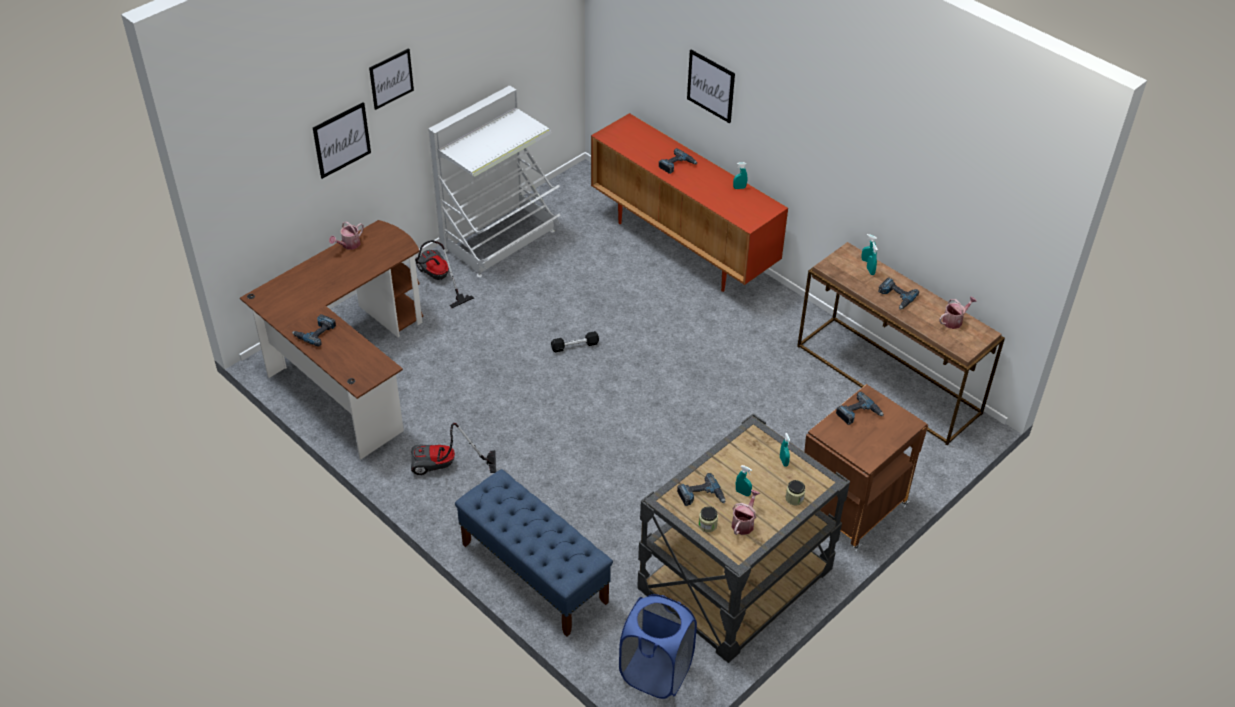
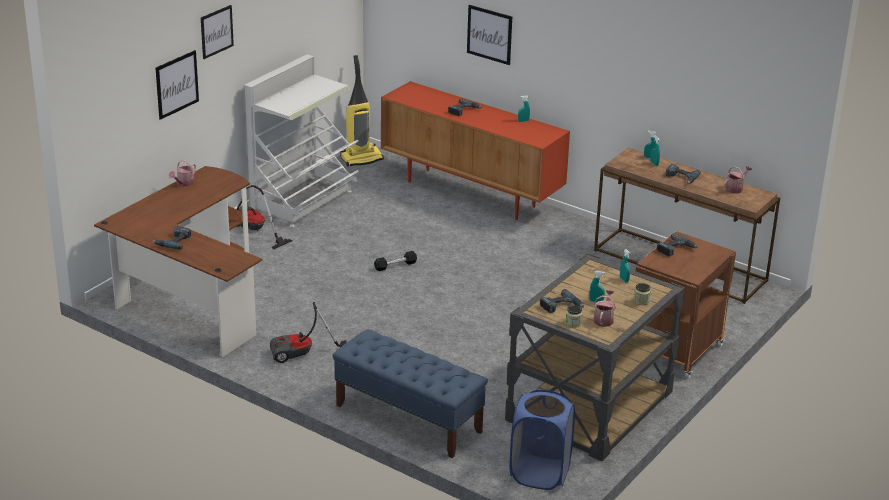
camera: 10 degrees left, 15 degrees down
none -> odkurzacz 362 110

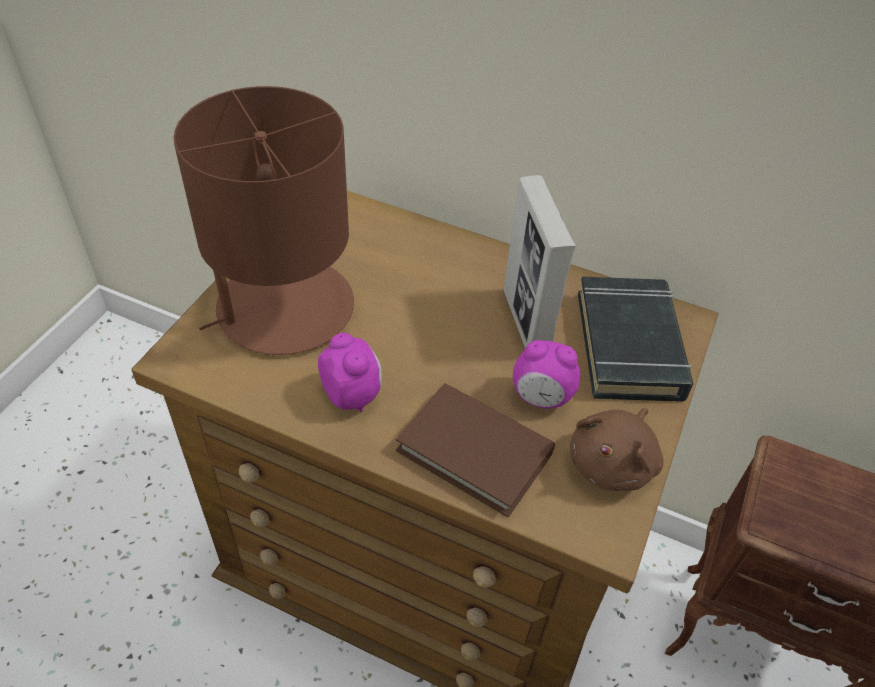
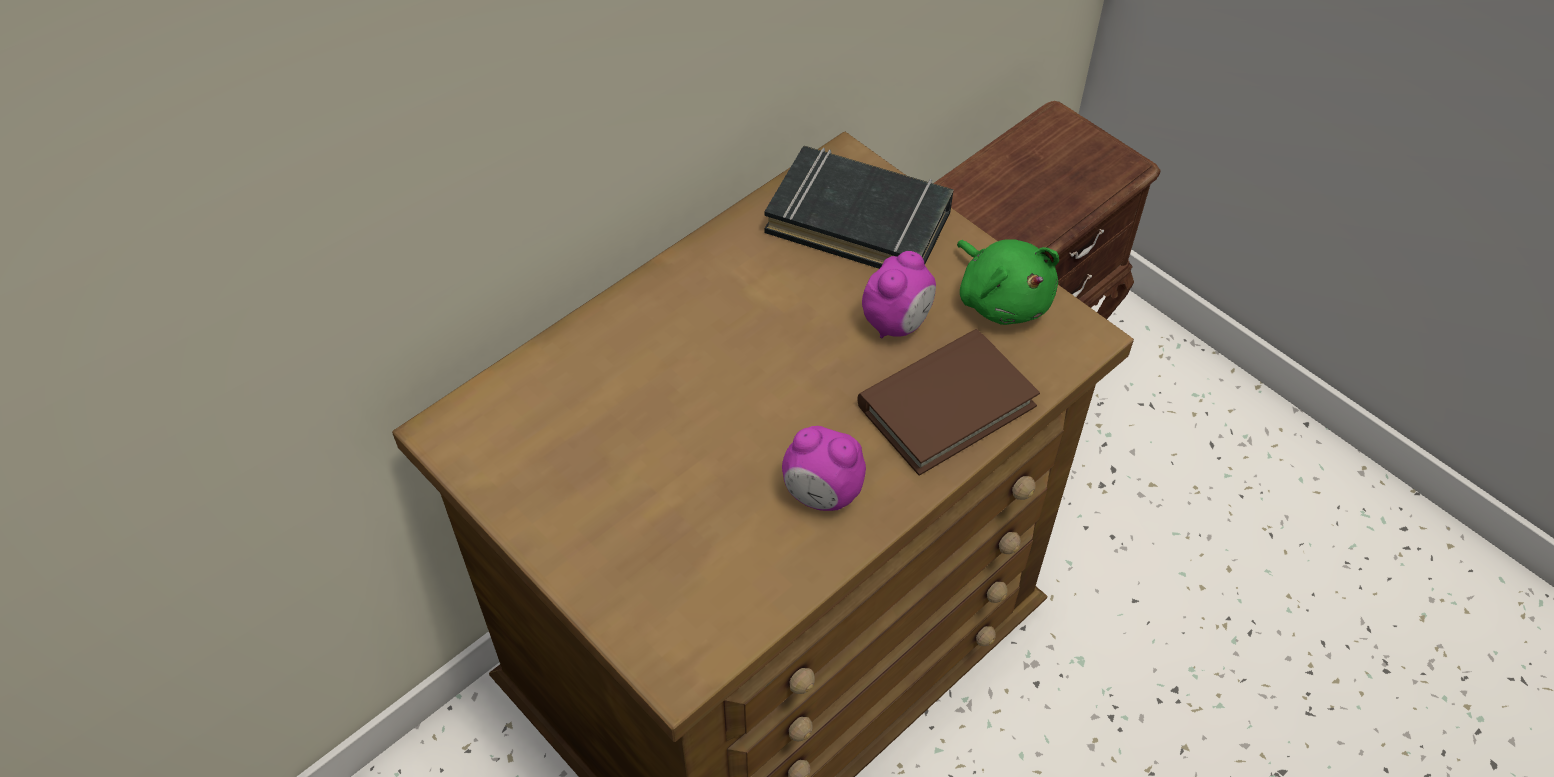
camera: 65 degrees left, 5 degrees up
budzik 350 372 -> budzik 824 468, 150 degrees counterclockwise
pluszak [brązowy] 616 449 -> pluszak [zielony] 1008 282
lampa stołowa [brązowy] 264 220 -> none
ramka na zdjęcie 540 261 -> none

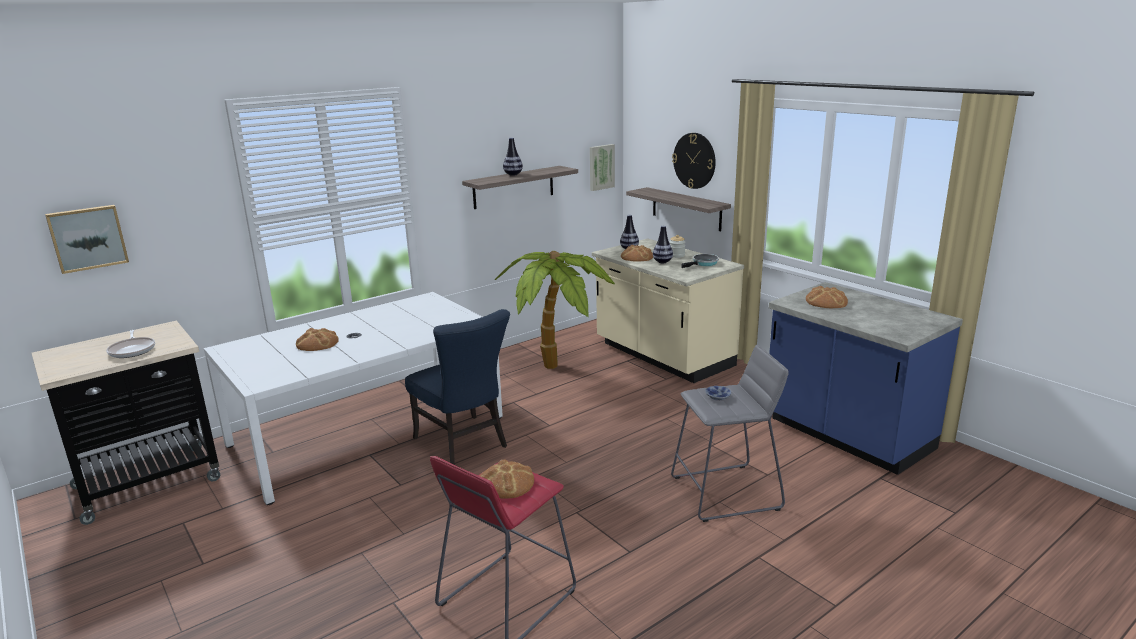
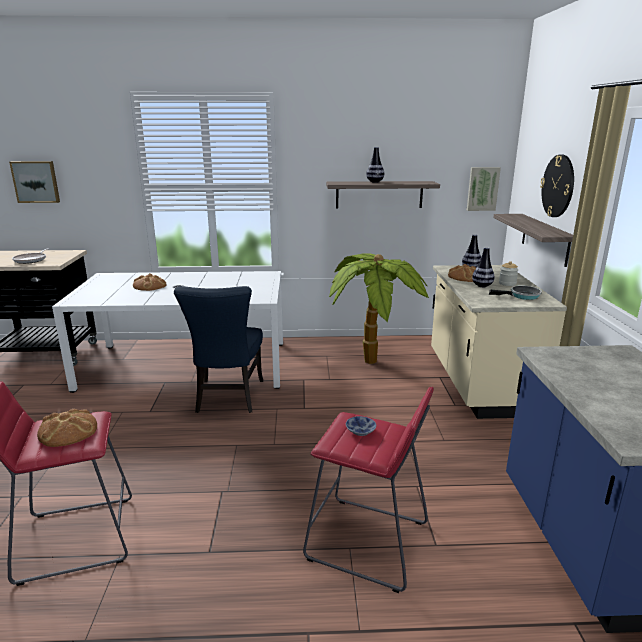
camera: 35 degrees right, 0 degrees up
stołek [szary] 730 433 -> stołek [czerwony] 368 490
chleb 827 297 -> none

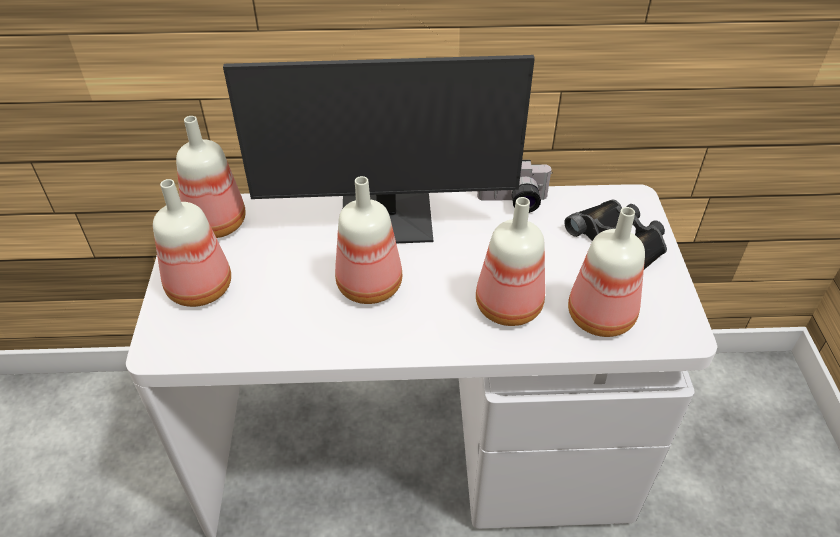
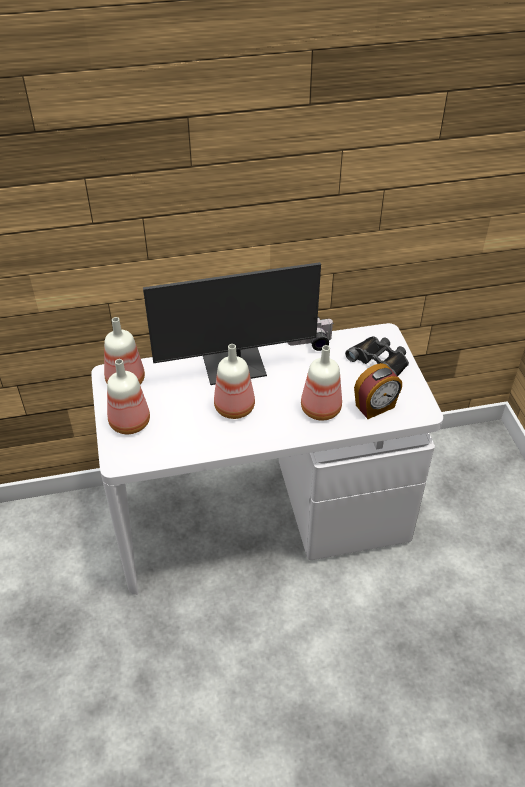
camera: 10 degrees left, 0 degrees up
butelka 606 272 -> budzik 378 391

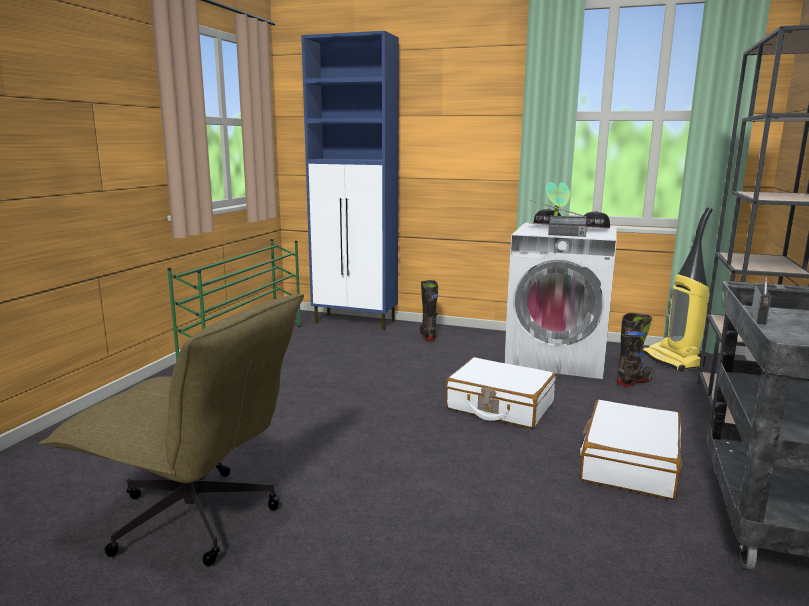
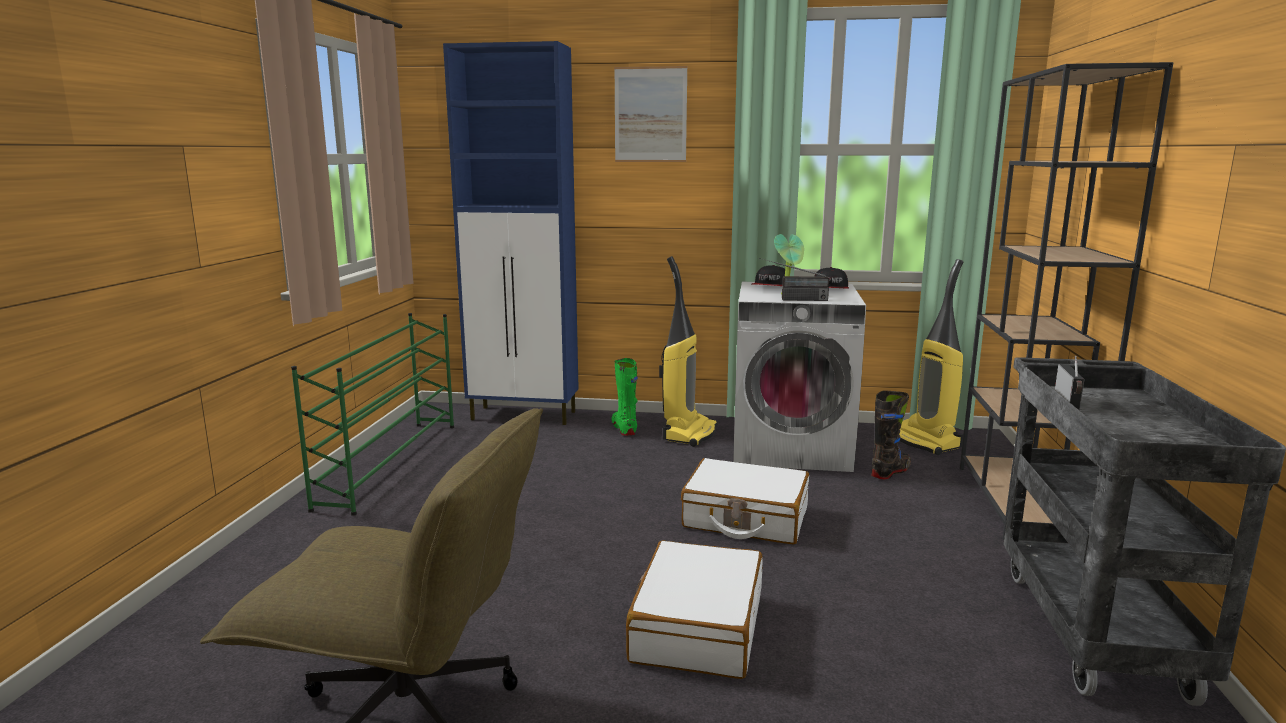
camera: 10 degrees left, 0 degrees up
but z cholewką [czarny] 428 310 -> but z cholewką [zielony] 624 397
none -> obraz 650 114
walizka [biały] 630 449 -> walizka [biały] 694 609, move
none -> odkurzacz 688 351

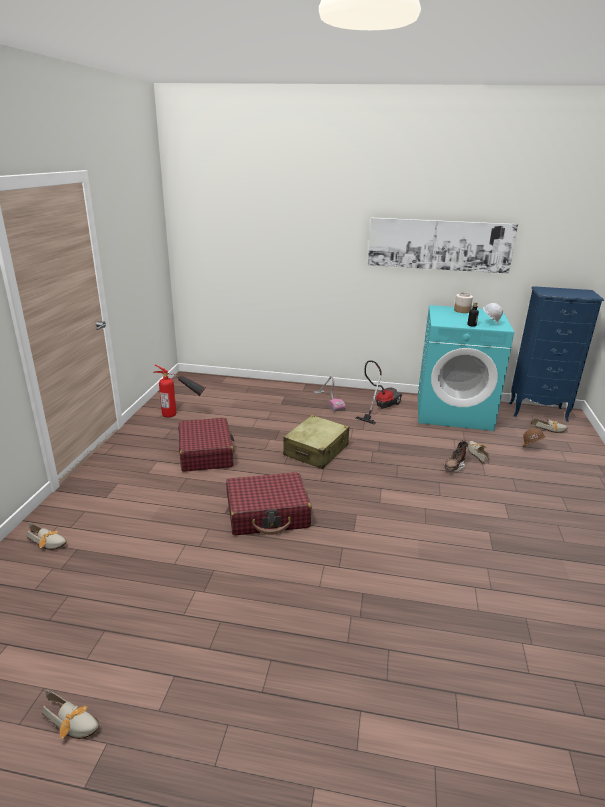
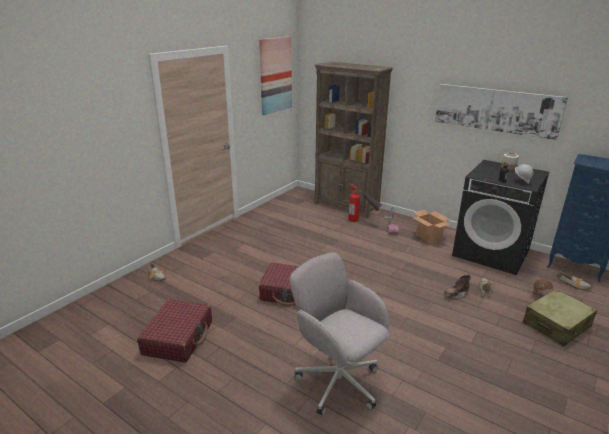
camera: 25 degrees right, 0 degrees up
walizka [czerwony] 206 444 -> walizka [czerwony] 174 331, move
none -> obraz 275 75
none -> krzesło biurowe [szary] 340 333
none -> regał [brązowy] 353 140
gaśnica 179 391 -> gaśnica 365 202, move
odkurzacz 379 392 -> karton 431 227
pralka [turkusowy] 466 368 -> pralka [czarny] 500 217
walizka [beżowy] 316 442 -> walizka [beżowy] 560 317, move
but 70 714 -> none

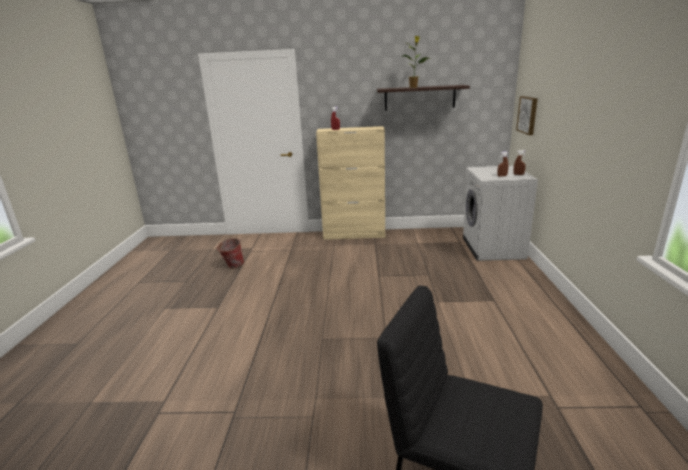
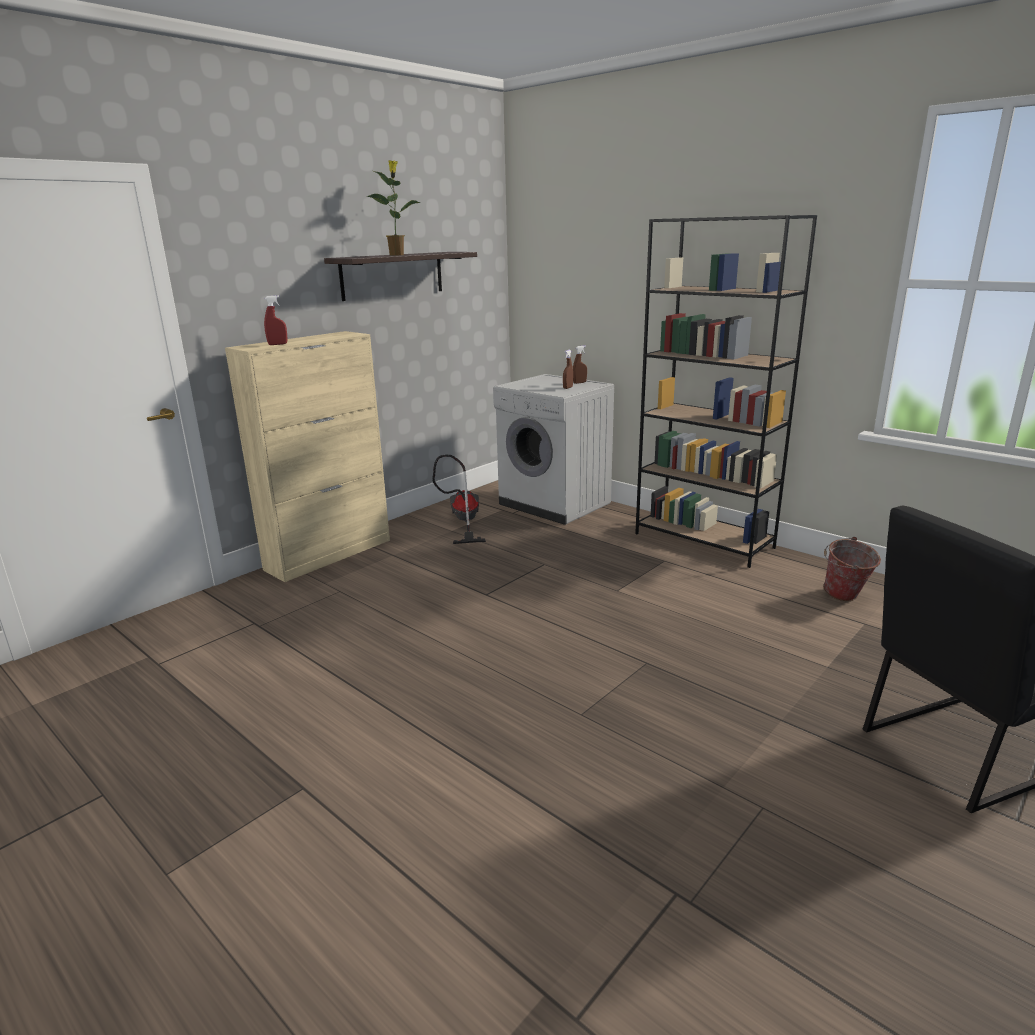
camera: 50 degrees left, 0 degrees up
none -> odkurzacz 459 499
none -> regał [beżowy] 726 391
wiadro 230 253 -> wiadro 852 569, move
obraz 527 115 -> none

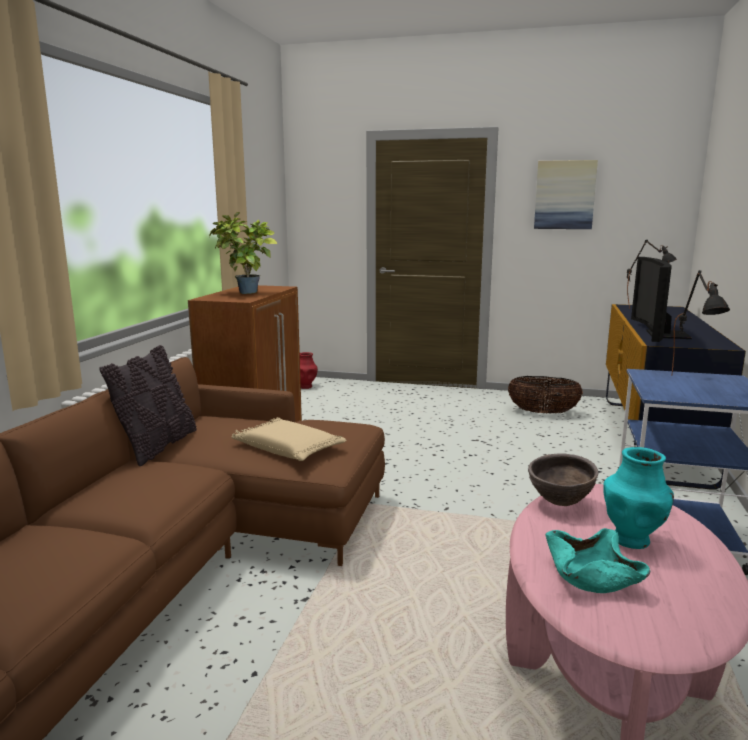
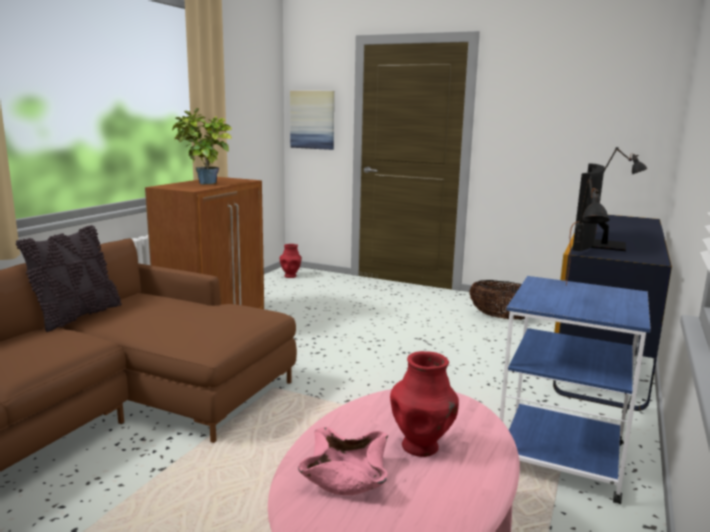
camera: 10 degrees right, 0 degrees up
obraz 566 194 -> obraz 312 120, move
miska [turkusowy] 597 560 -> miska [różowy] 343 461
wazon [turkusowy] 638 498 -> wazon [czerwony] 424 404
poduszka [beżowy] 288 439 -> none
miska [brązowy] 563 480 -> none

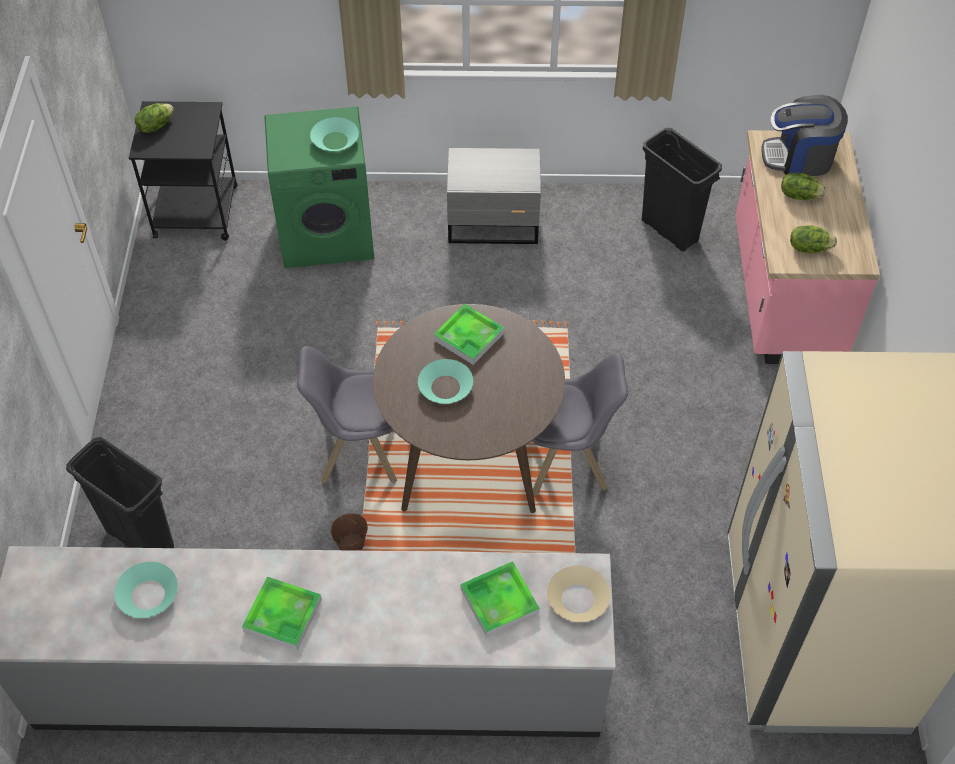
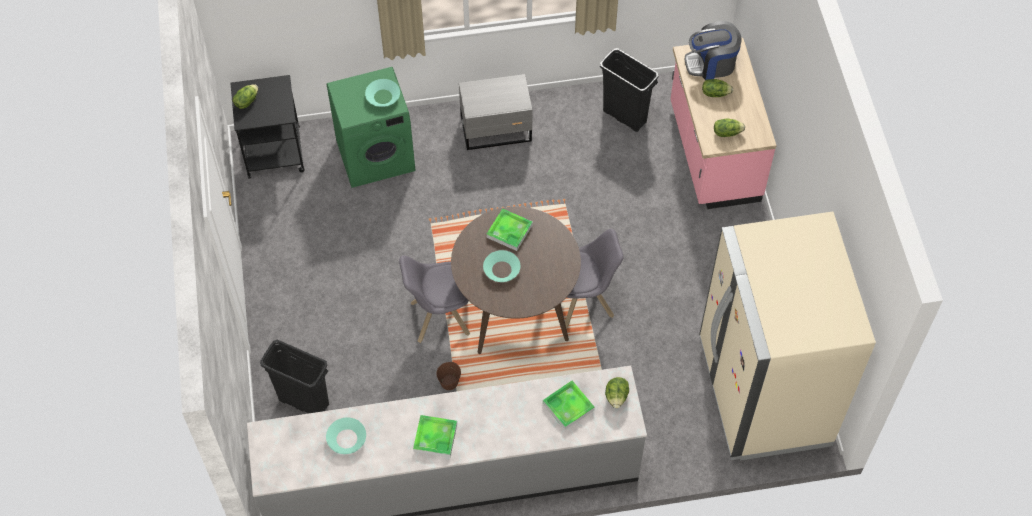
camera: 10 degrees left, 5 degrees up
miska [beżowy] 578 594 -> sałata 617 392

